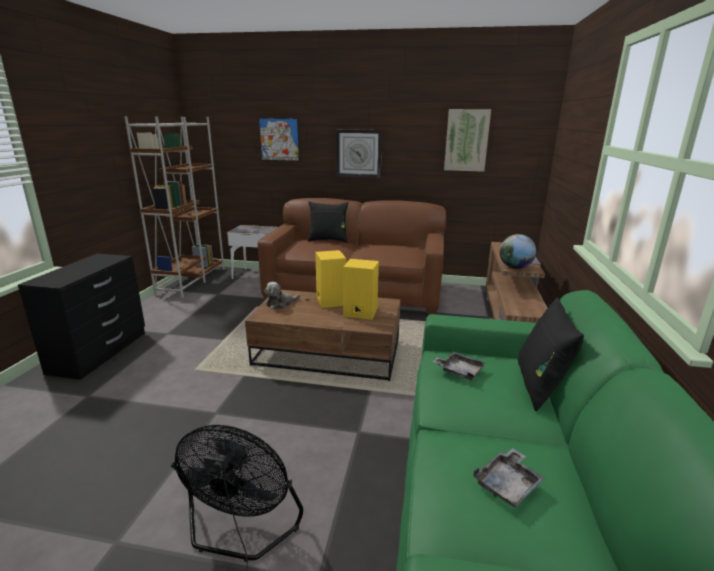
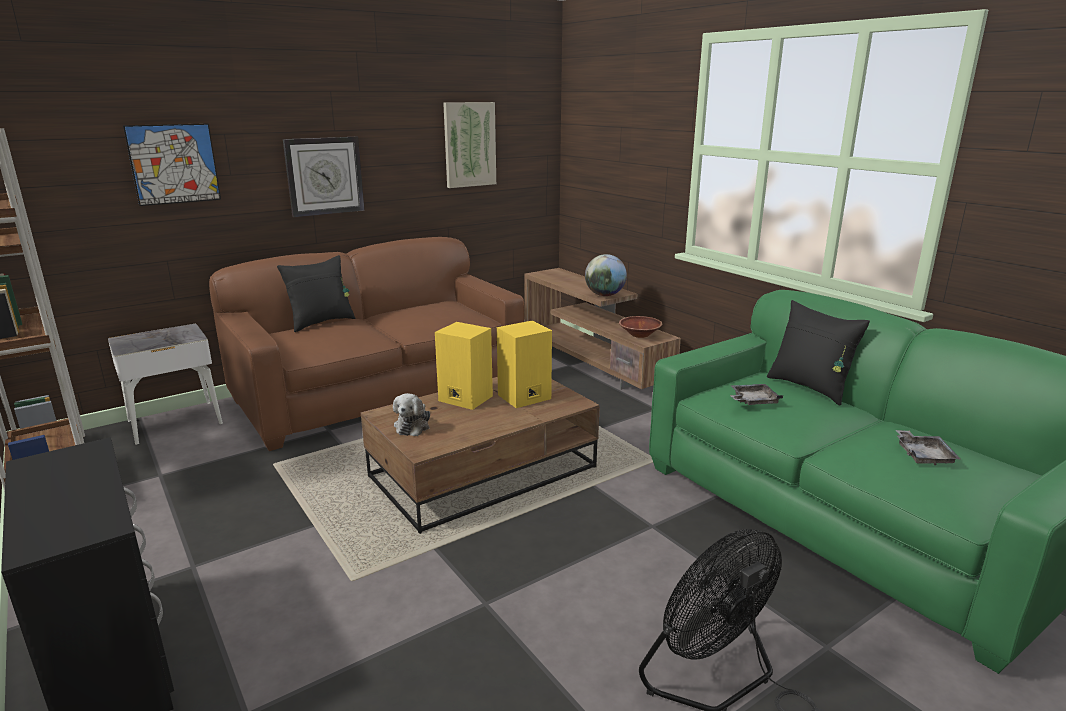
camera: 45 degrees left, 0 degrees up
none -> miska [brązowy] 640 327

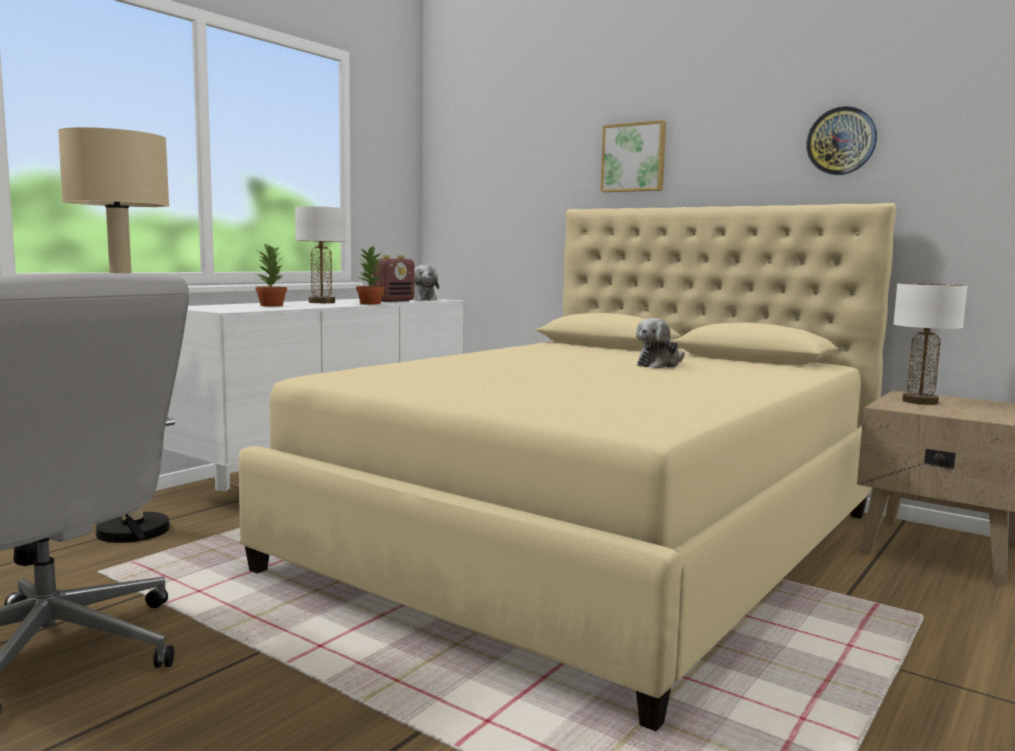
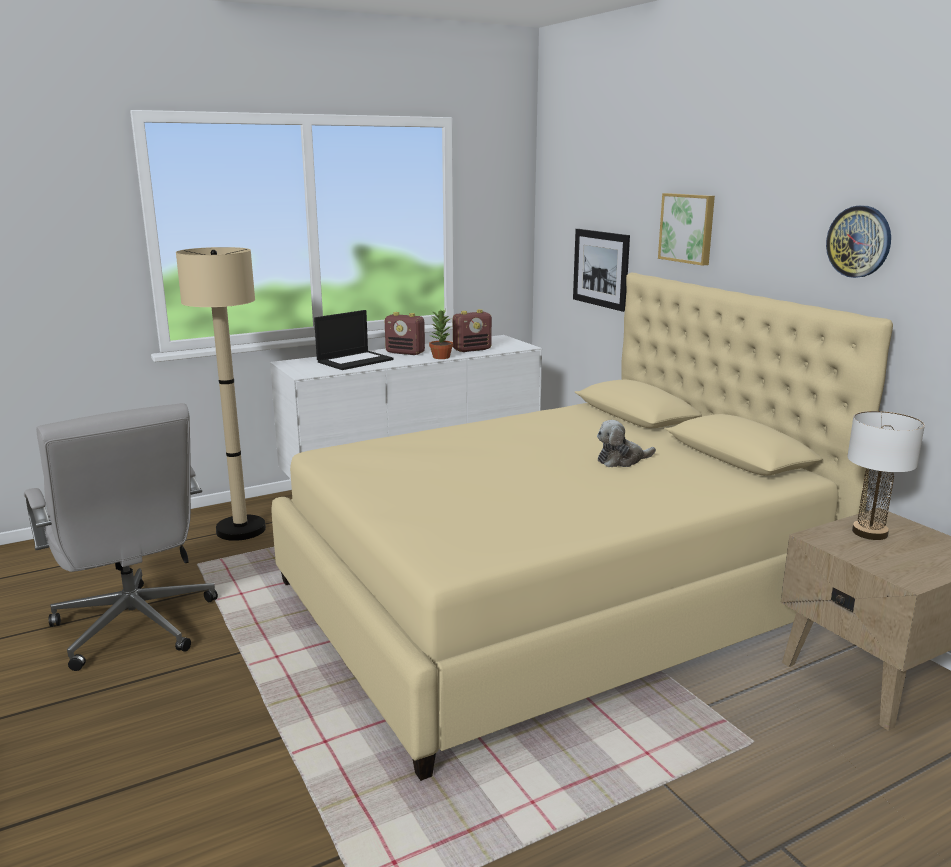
camera: 25 degrees right, 10 degrees up
roślina doniczkowa 271 274 -> laptop 353 340
lampa stołowa 320 254 -> radio 405 333
none -> obraz 601 270
pluszak 426 283 -> none

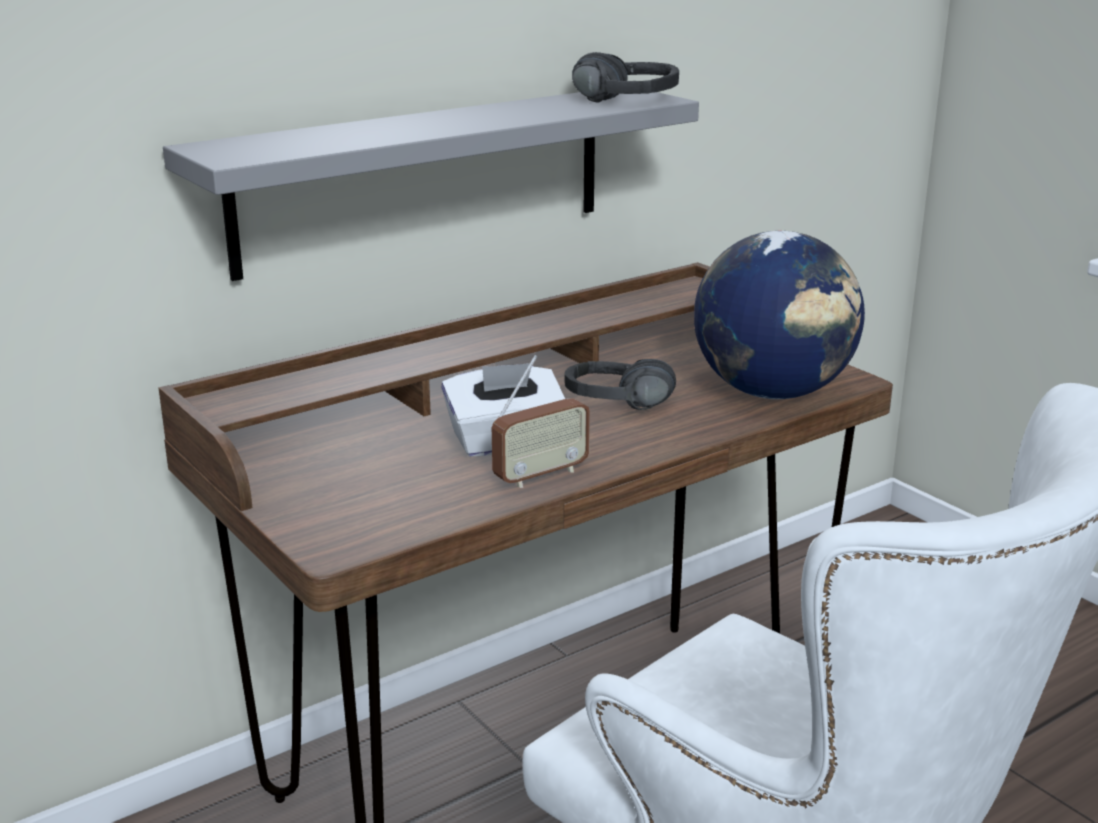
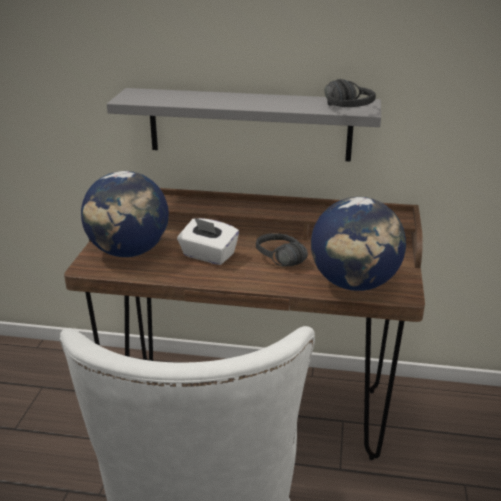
camera: 45 degrees right, 5 degrees up
none -> globus 125 214
radio 541 421 -> none

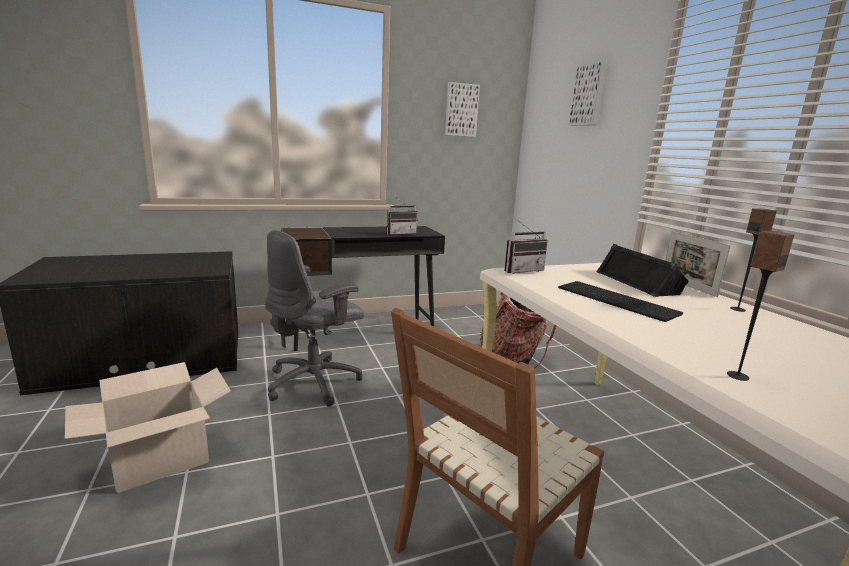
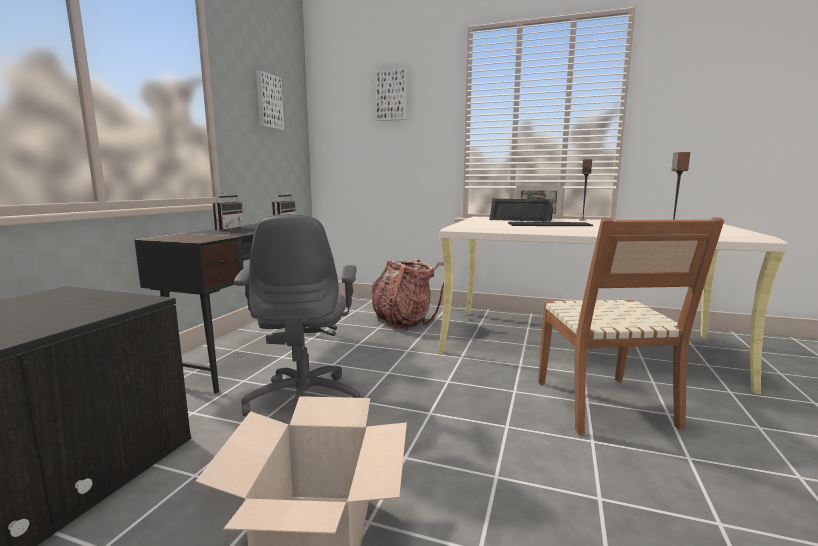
camera: 50 degrees left, 5 degrees down
radio 526 246 -> radio 228 209, move

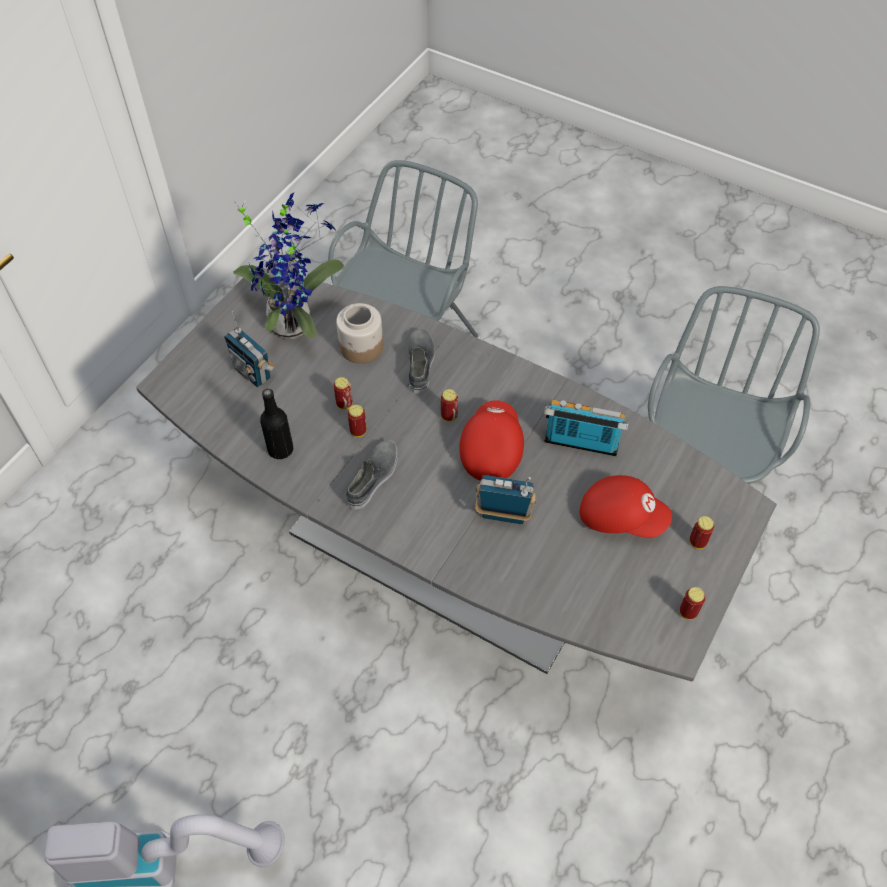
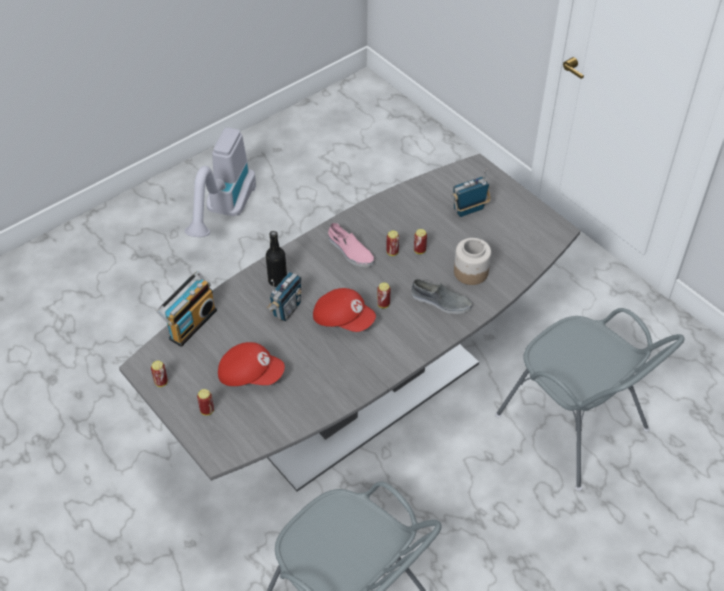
camera: 110 degrees right, 5 degrees down
radio 586 428 -> radio 187 309, move
czapka z daszkiem [czerwony] 626 506 -> czapka z daszkiem [czerwony] 251 364, 120 degrees counterclockwise
butelka [czarny] 276 424 -> butelka [czarny] 276 259, move
but [szary] 372 474 -> but [różowy] 351 245
roślina doniczkowa 288 266 -> none

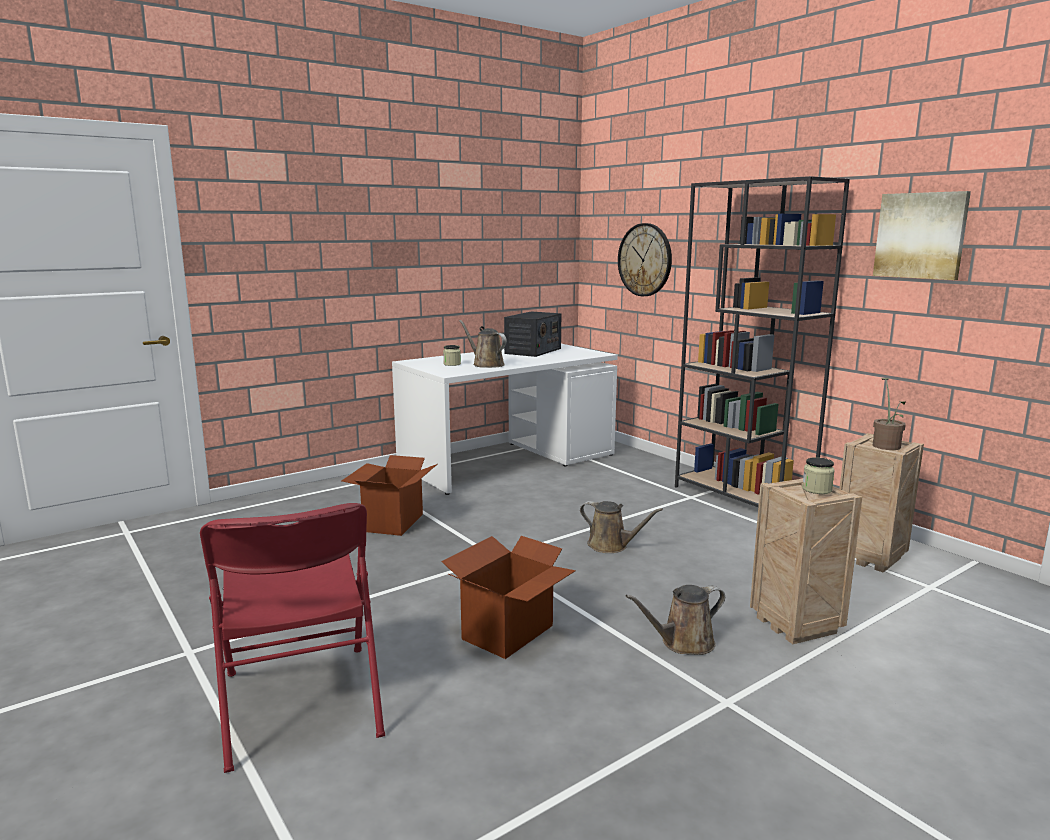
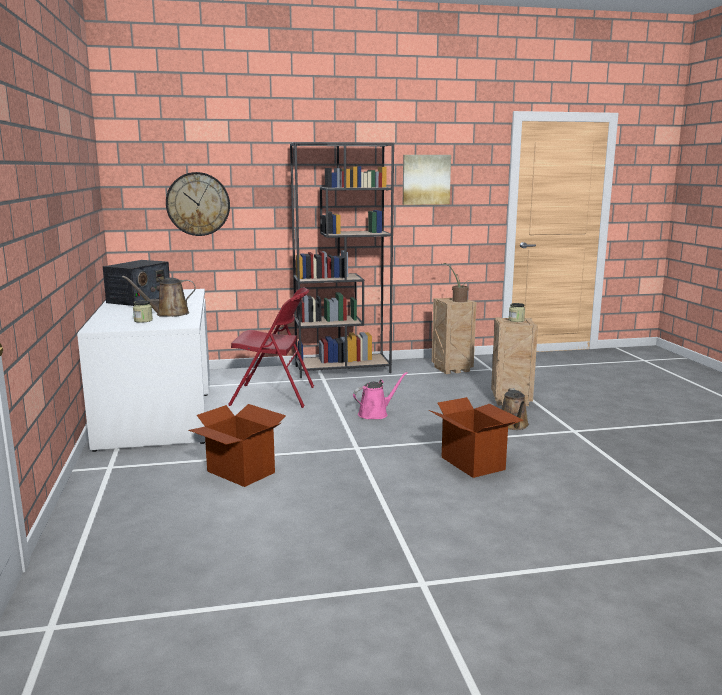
camera: 65 degrees left, 0 degrees up
radio 532 334 -> radio 136 283, 60 degrees clockwise
krzesło [czerwony] 292 638 -> krzesło [czerwony] 271 348, move
konewka [brązowy] 621 527 -> konewka [różowy] 380 395

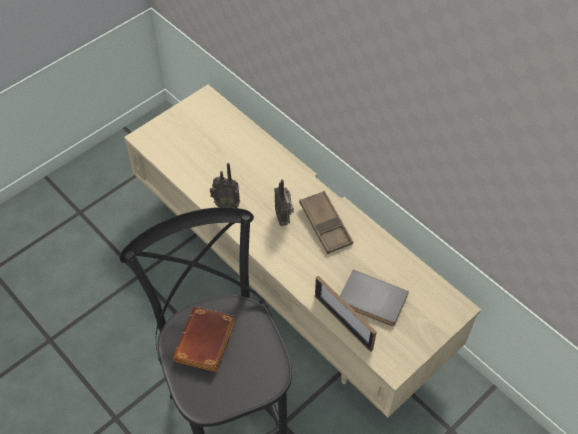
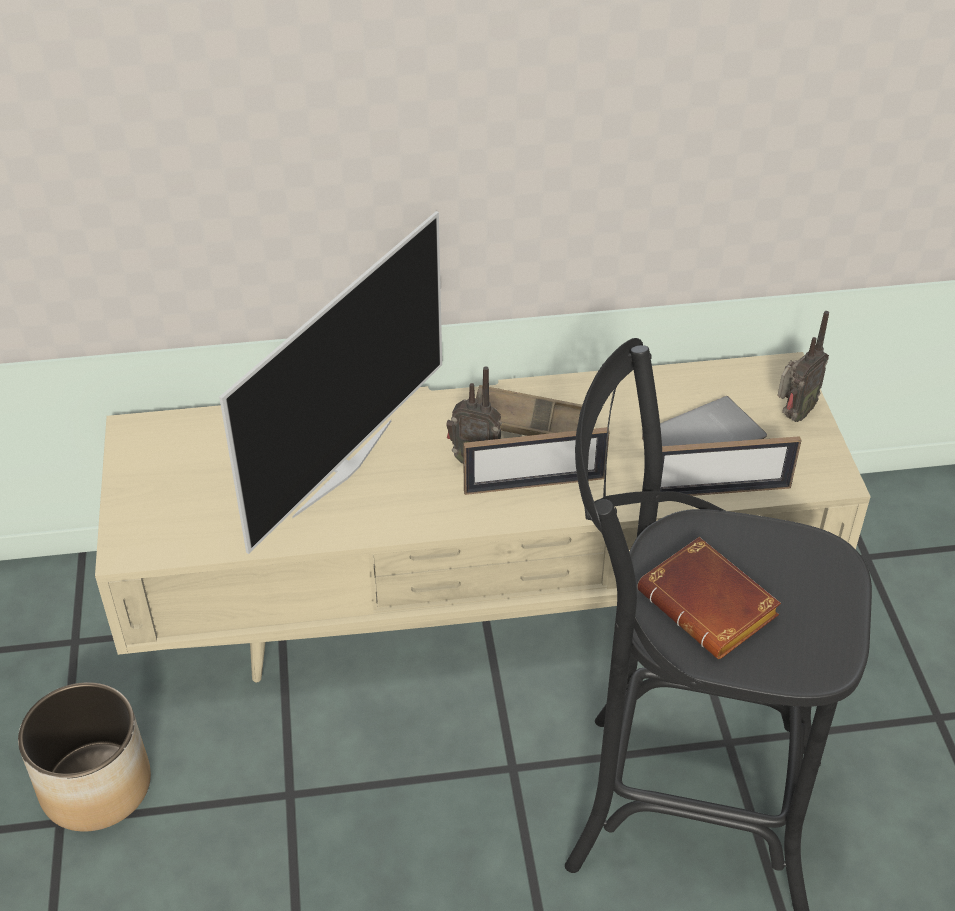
camera: 55 degrees left, 10 degrees down
none -> donica 84 757
none -> telewizor 330 382
none -> ramka na zdjęcie 536 461
radio 225 185 -> radio 803 366, move

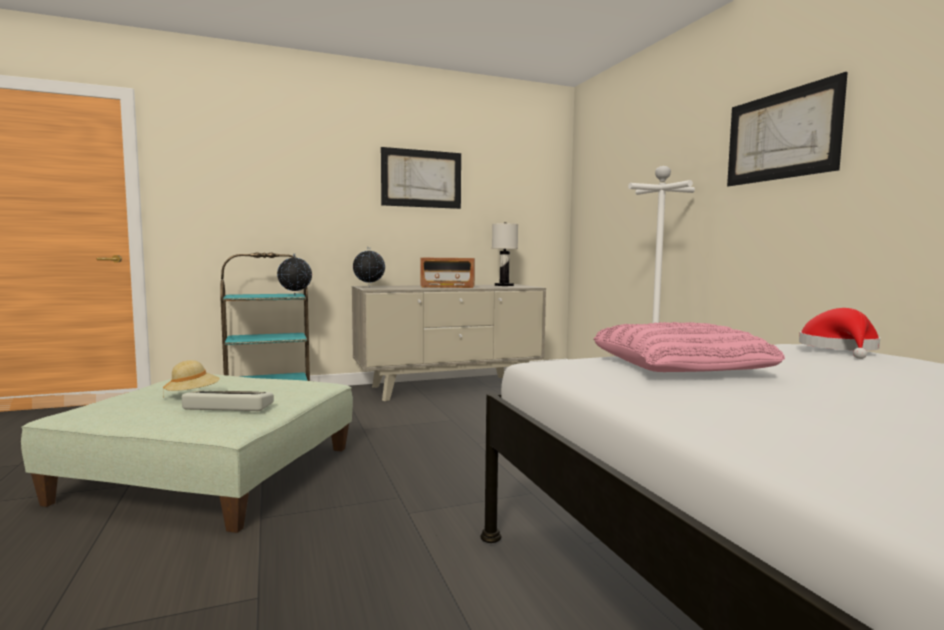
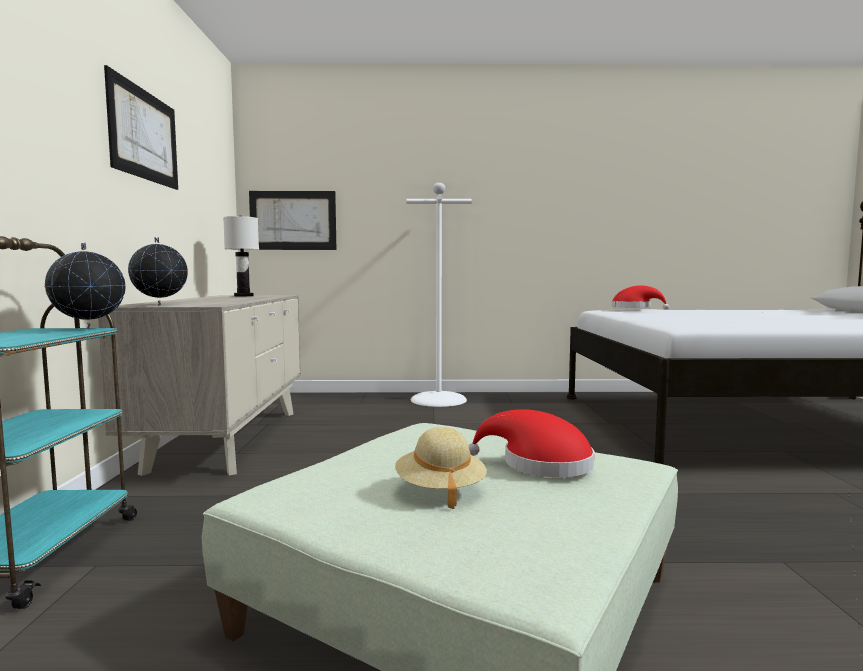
camera: 70 degrees left, 0 degrees up
obraz 787 129 -> obraz 292 220, move
klawiatura 228 400 -> kapelusz [czerwony] 531 443
radio 447 273 -> none
poduszka [różowy] 689 347 -> none

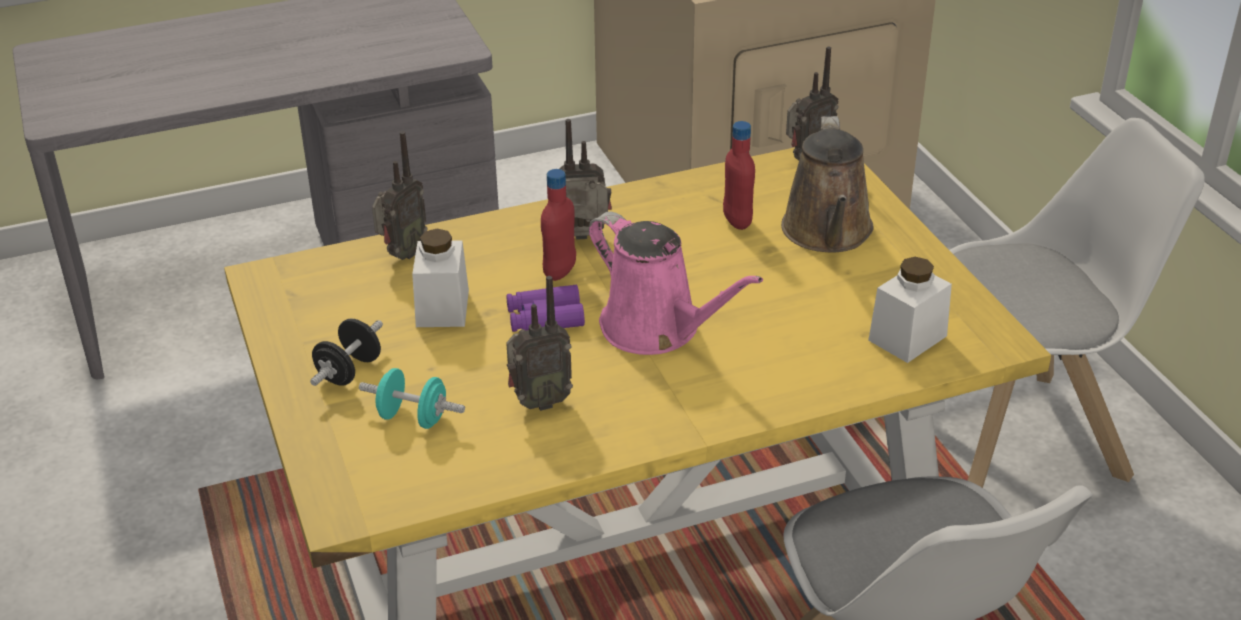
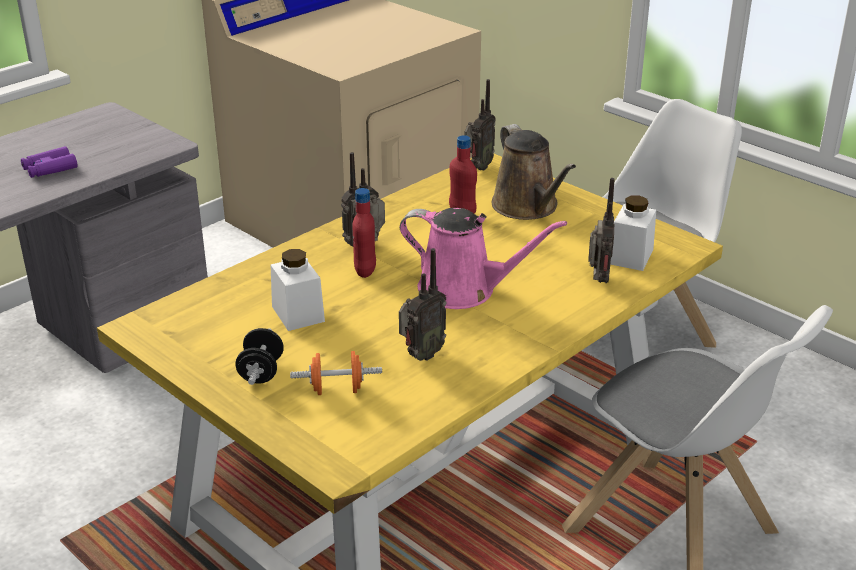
camera: 25 degrees left, 5 degrees down
lornetka [fioletowy] 546 308 -> lornetka [fioletowy] 49 162, move
hantel [turkusowy] 412 398 -> hantel [pomarańczowy] 336 373
radio 400 195 -> radio 601 230, move

